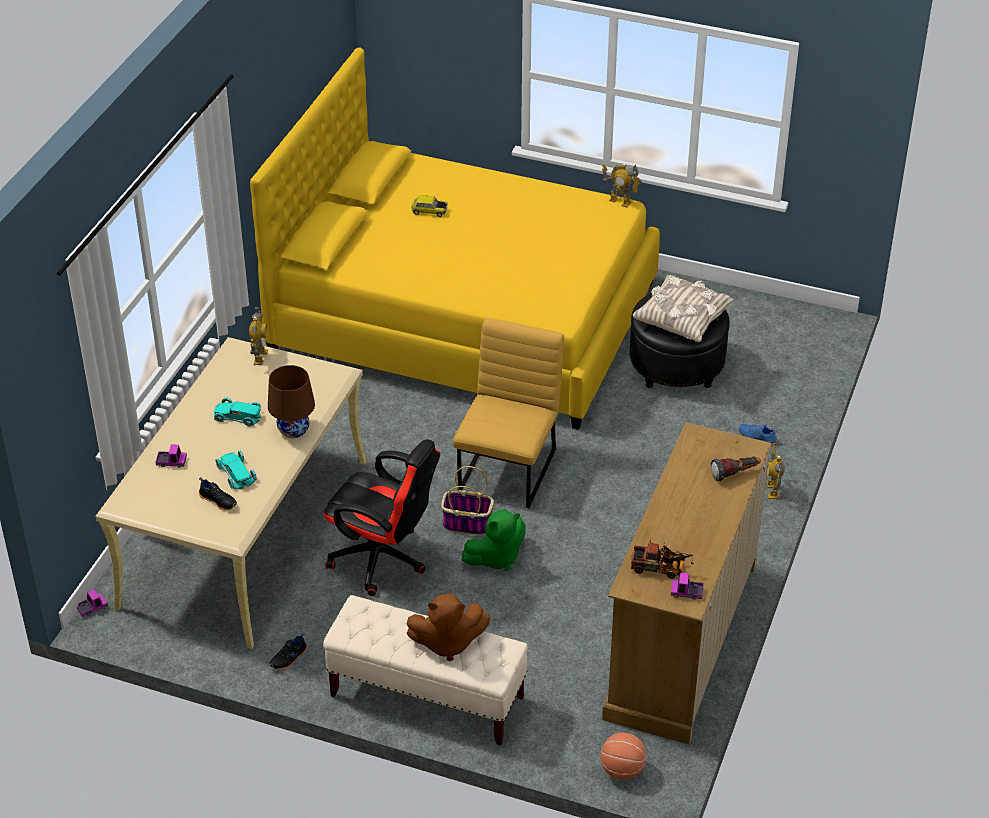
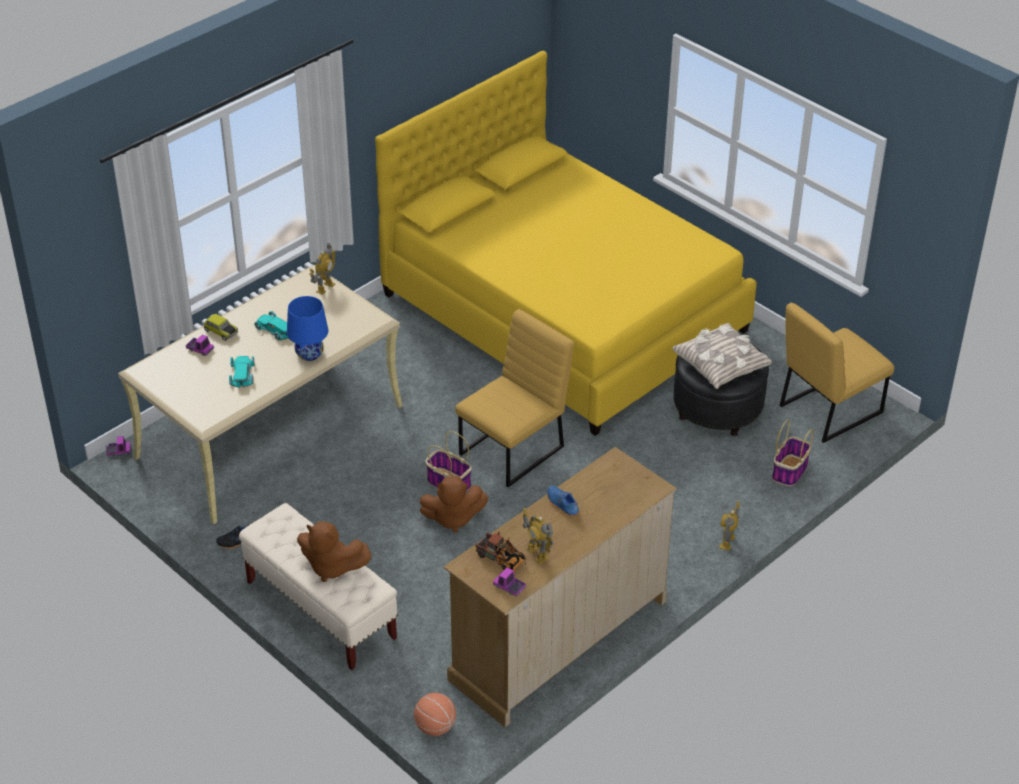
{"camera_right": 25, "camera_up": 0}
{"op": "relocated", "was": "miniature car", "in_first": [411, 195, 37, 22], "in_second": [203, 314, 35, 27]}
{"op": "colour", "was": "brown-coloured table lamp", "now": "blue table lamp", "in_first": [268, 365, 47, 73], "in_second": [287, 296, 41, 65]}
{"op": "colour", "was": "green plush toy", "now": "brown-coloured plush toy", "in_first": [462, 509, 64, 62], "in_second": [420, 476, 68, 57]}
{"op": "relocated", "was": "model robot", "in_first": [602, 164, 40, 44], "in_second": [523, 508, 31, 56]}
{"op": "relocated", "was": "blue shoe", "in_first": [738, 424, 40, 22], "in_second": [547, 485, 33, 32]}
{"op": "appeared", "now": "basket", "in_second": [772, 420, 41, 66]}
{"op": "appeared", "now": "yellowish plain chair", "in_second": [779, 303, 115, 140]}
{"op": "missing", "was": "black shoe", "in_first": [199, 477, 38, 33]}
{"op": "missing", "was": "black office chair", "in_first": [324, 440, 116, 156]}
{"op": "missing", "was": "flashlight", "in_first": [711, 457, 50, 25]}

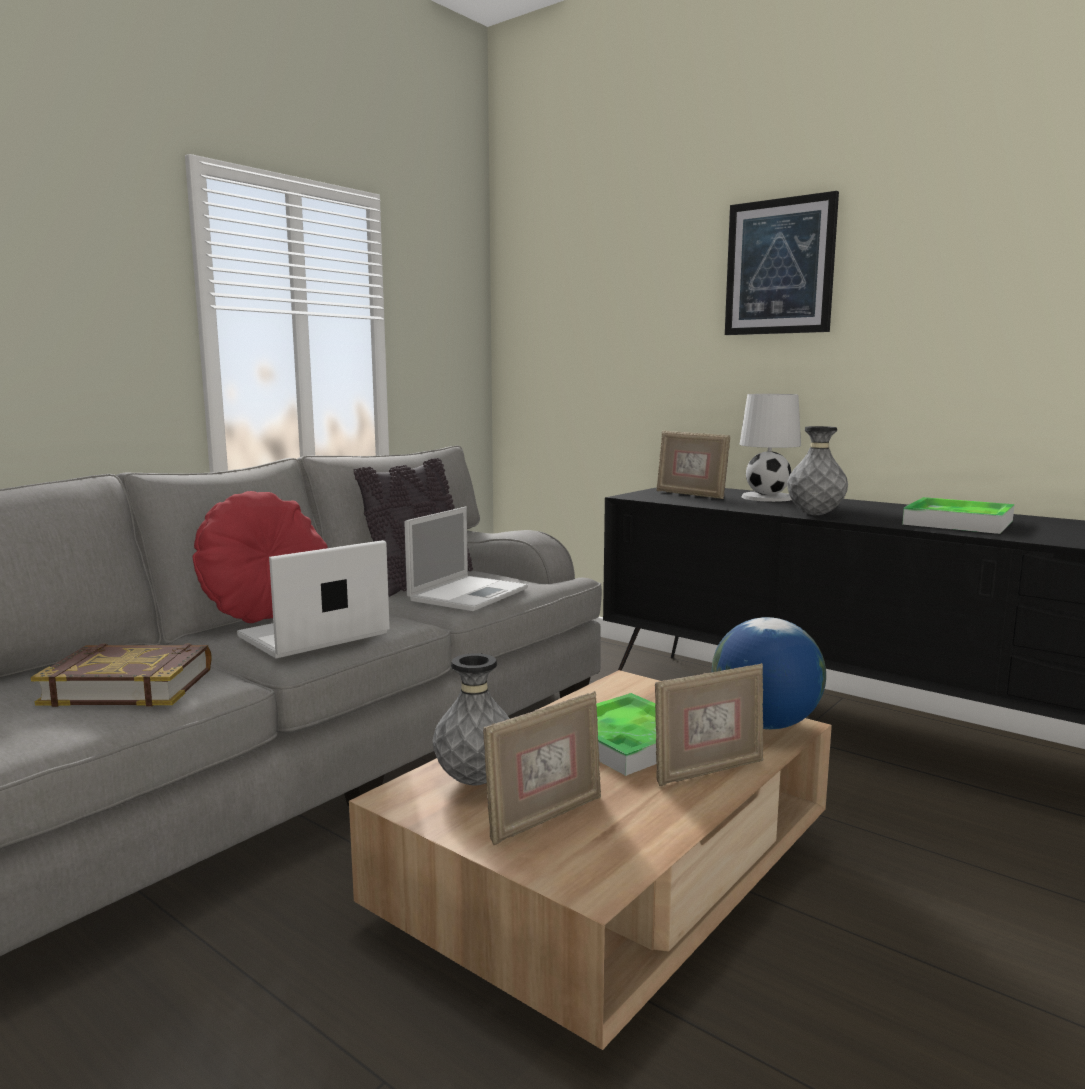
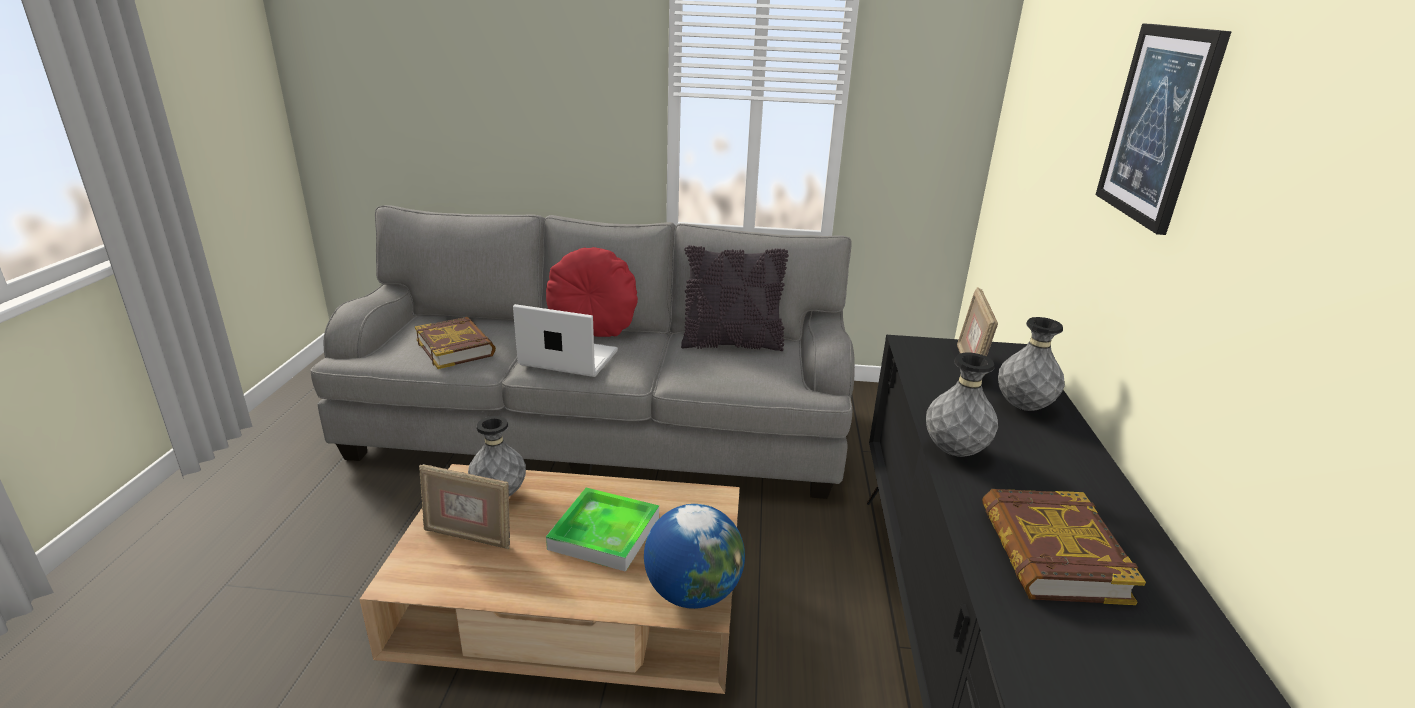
{"camera_right": 55, "camera_up": 15}
{"op": "exchanged", "was": "serving tray", "now": "book", "in_first": [902, 497, 113, 37], "in_second": [982, 489, 164, 116]}
{"op": "exchanged", "was": "whitish table lamp", "now": "greyish decorative vase", "in_first": [739, 394, 62, 108], "in_second": [998, 317, 66, 94]}
{"op": "missing", "was": "laptop", "in_first": [404, 507, 124, 104]}
{"op": "missing", "was": "photo frame", "in_first": [655, 663, 108, 123]}

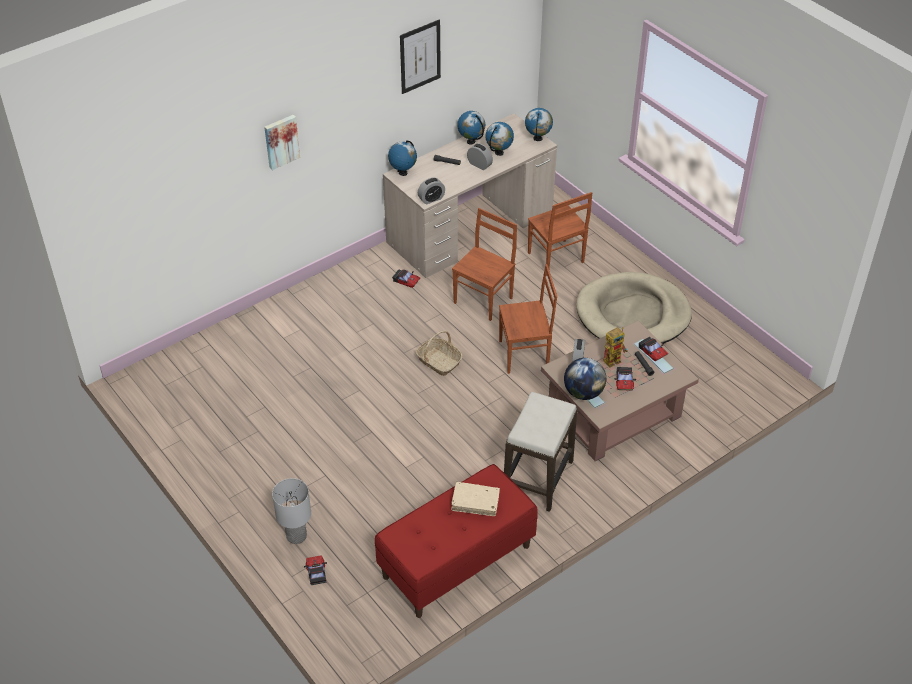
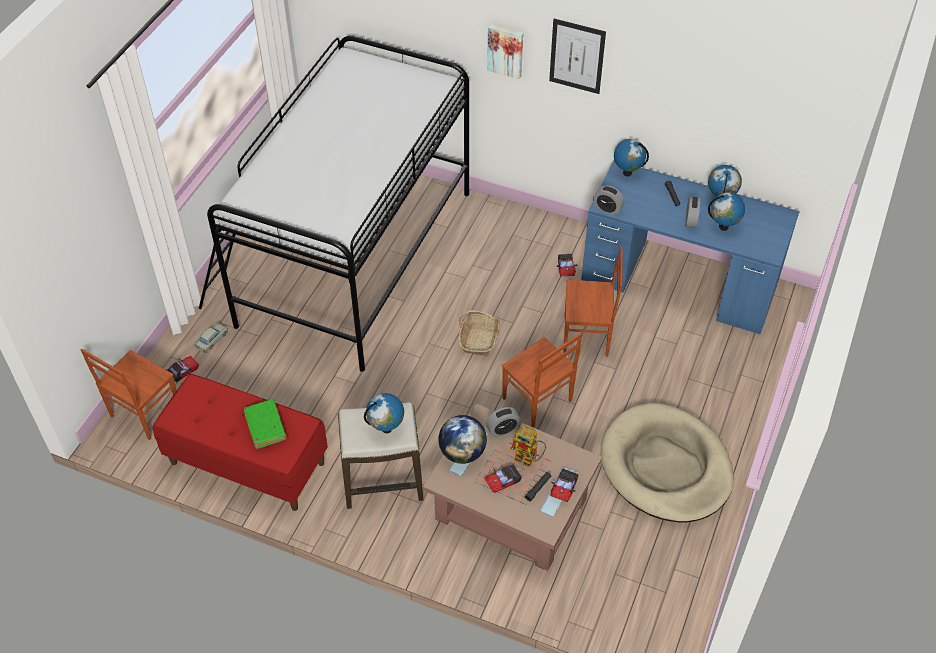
{"camera_right": 60, "camera_up": 5}
{"op": "relocated", "was": "brown-coloured plain chair", "in_first": [528, 192, 64, 84], "in_second": [81, 349, 96, 91]}
{"op": "exchanged", "was": "greyish table lamp", "now": "sand-coloured miniature car", "in_first": [272, 478, 39, 66], "in_second": [194, 322, 34, 31]}
{"op": "appeared", "now": "black sleeping bed", "in_second": [199, 36, 270, 336]}
{"op": "colour", "was": "sand-coloured book", "now": "green book", "in_first": [451, 482, 49, 34], "in_second": [244, 399, 42, 50]}
{"op": "relocated", "was": "globe", "in_first": [525, 108, 28, 33], "in_second": [364, 393, 40, 40]}
{"op": "relocated", "was": "wall art", "in_first": [400, 20, 41, 74], "in_second": [549, 19, 57, 75]}
{"op": "colour", "was": "sand-coloured desk table", "now": "blue desk table", "in_first": [383, 113, 174, 165], "in_second": [581, 160, 219, 174]}

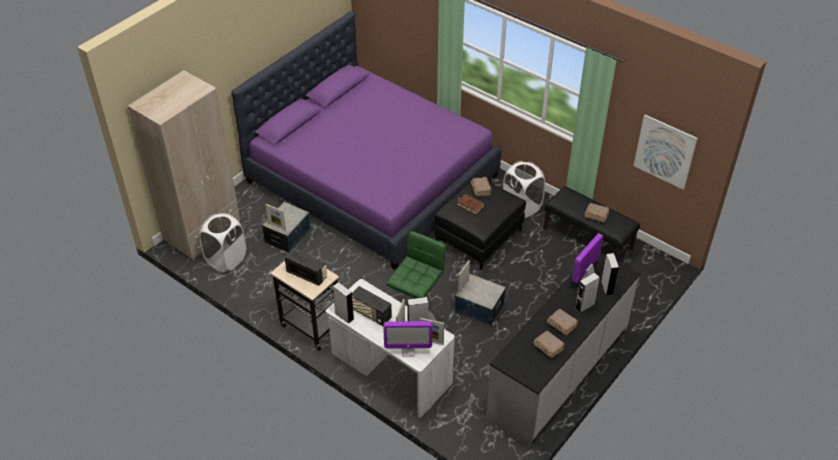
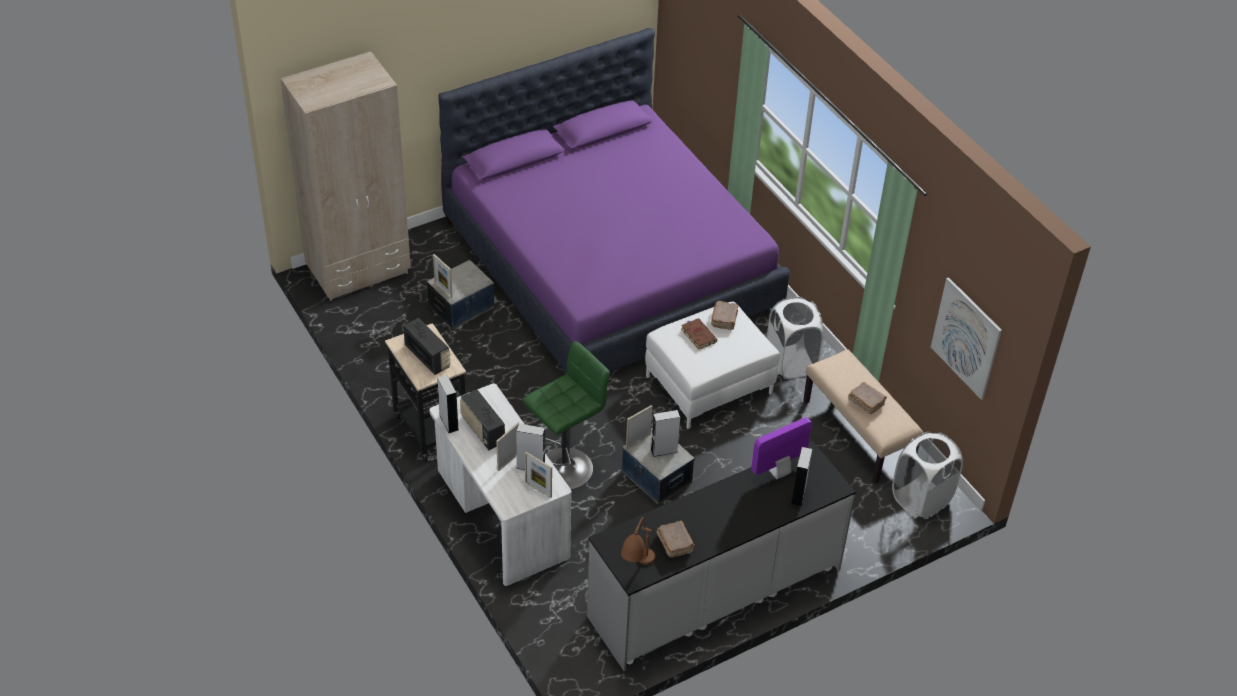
{"camera_right": 20, "camera_up": 0}
{"op": "appeared", "now": "brown-coloured table lamp", "in_second": [621, 517, 34, 48]}
{"op": "colour", "was": "black footrest", "now": "whitish footrest", "in_first": [434, 177, 92, 93], "in_second": [645, 302, 135, 127]}
{"op": "relocated", "was": "greyish audio speaker", "in_first": [575, 272, 25, 41], "in_second": [651, 410, 29, 47]}
{"op": "colour", "was": "black long seat", "now": "sand-coloured long seat", "in_first": [543, 186, 97, 76], "in_second": [803, 349, 121, 135]}
{"op": "relocated", "was": "whitish washing basket", "in_first": [199, 212, 47, 60], "in_second": [892, 432, 71, 86]}
{"op": "missing", "was": "monitor", "in_first": [383, 321, 49, 36]}
{"op": "missing", "was": "brown-coloured book", "in_first": [547, 309, 32, 26]}

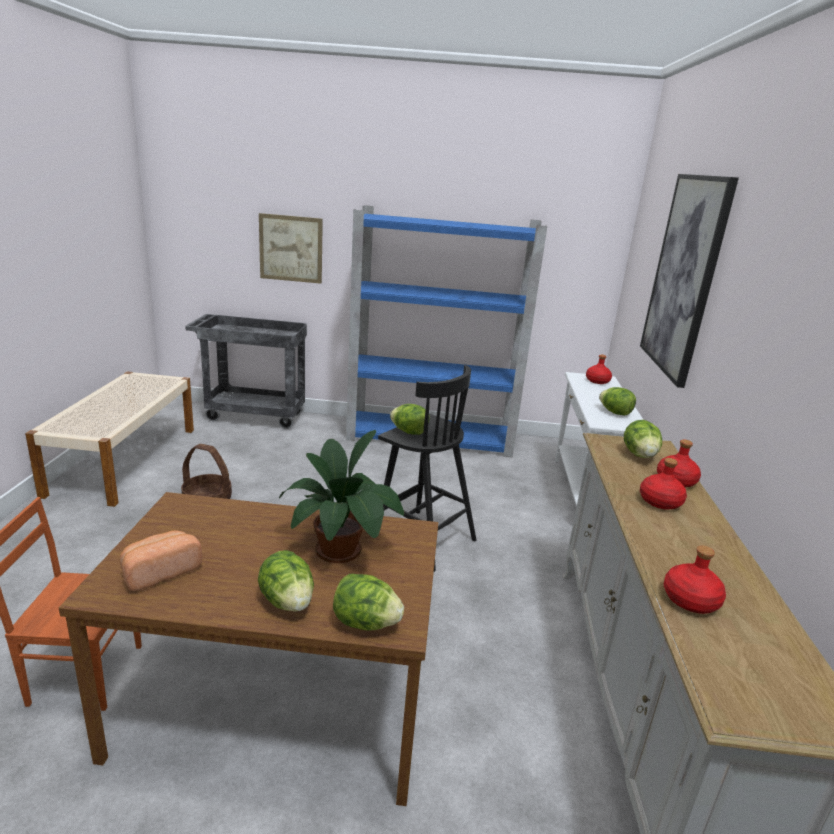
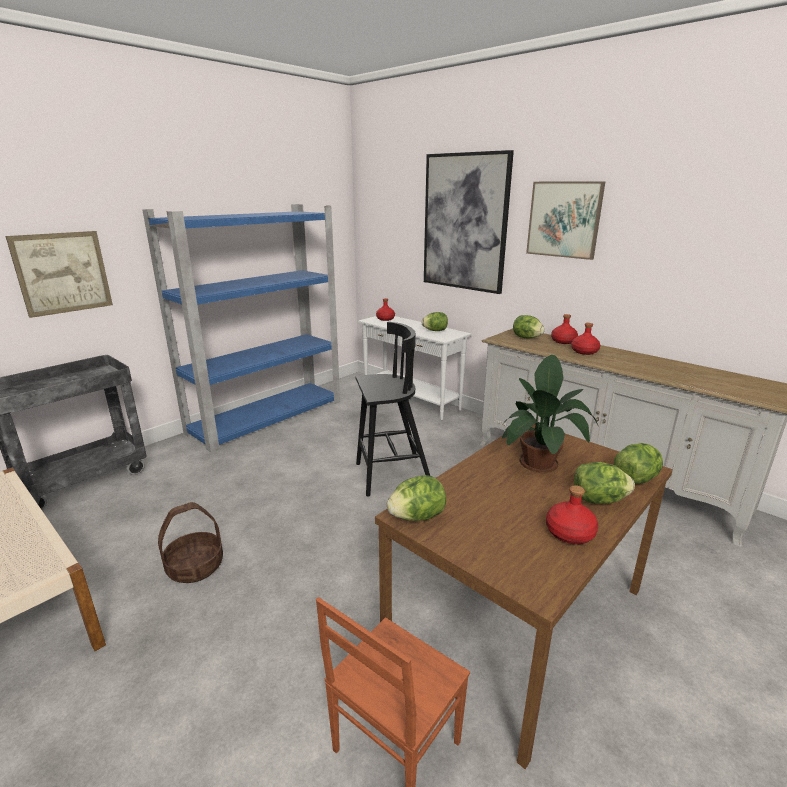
{"camera_right": -50, "camera_up": 0}
{"op": "relocated", "was": "lettuce head", "in_first": [390, 404, 40, 31], "in_second": [387, 475, 59, 46]}
{"op": "appeared", "now": "wall art", "in_second": [526, 181, 80, 79]}
{"op": "relocated", "was": "red bottle", "in_first": [664, 546, 62, 68], "in_second": [546, 485, 52, 59]}
{"op": "missing", "was": "bakery bread", "in_first": [120, 530, 82, 61]}

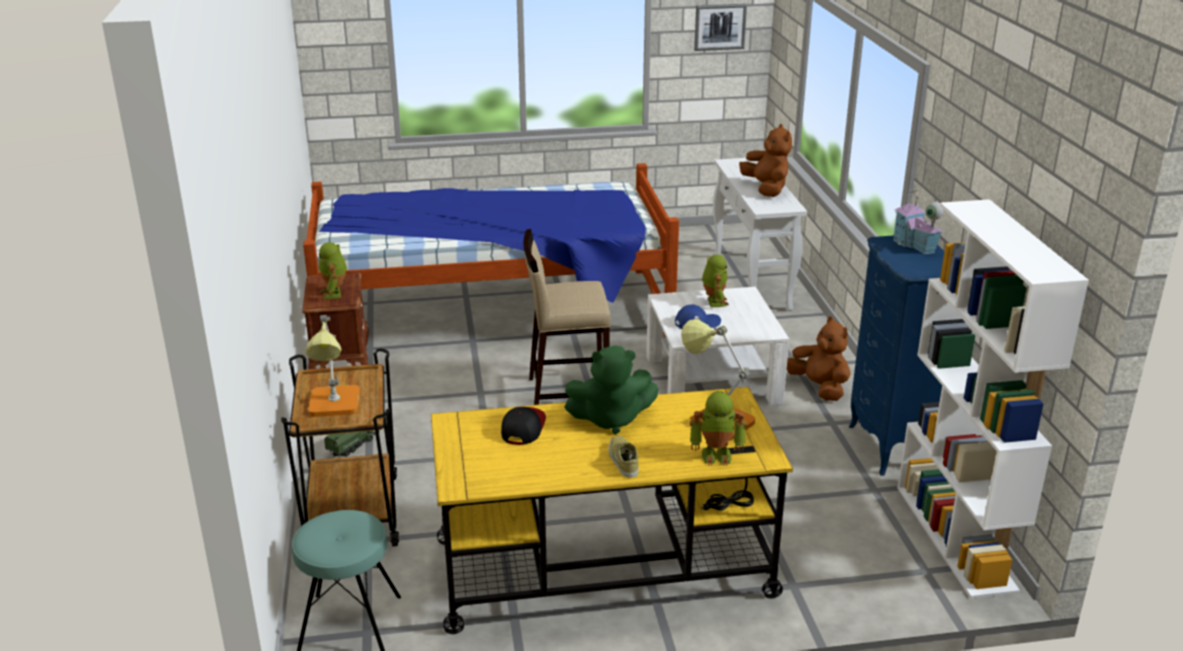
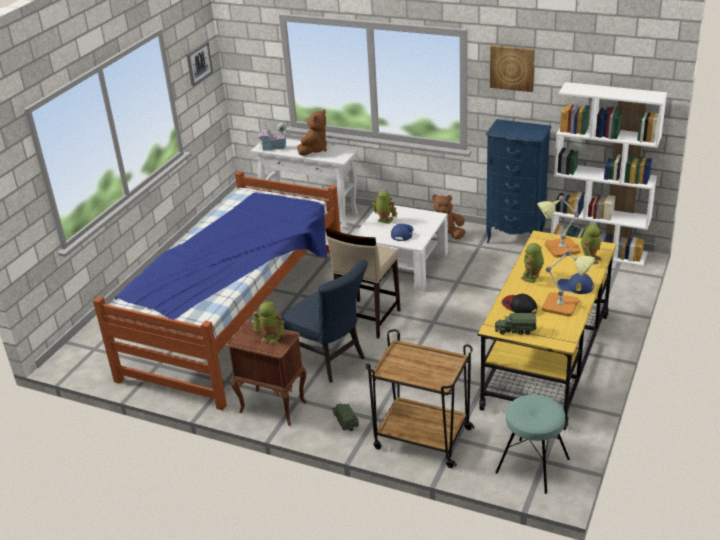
{"camera_right": -55, "camera_up": 5}
{"op": "relocated", "was": "miniature house", "in_first": [893, 190, 51, 64], "in_second": [257, 122, 31, 29]}
{"op": "appeared", "now": "blue plain chair", "in_second": [281, 259, 87, 124]}
{"op": "spun", "was": "brown-coloured plush toy", "in_first": [739, 124, 53, 73], "in_second": [297, 109, 30, 46], "clockwise": 105}
{"op": "appeared", "now": "wall art", "in_second": [490, 45, 45, 47]}
{"op": "appeared", "now": "toy truck", "in_second": [495, 312, 41, 23]}
{"op": "exchanged", "was": "green plush toy", "now": "model robot", "in_first": [564, 345, 95, 89], "in_second": [521, 243, 23, 40]}
{"op": "relocated", "was": "table lamp", "in_first": [305, 315, 55, 102], "in_second": [542, 250, 53, 66]}
{"op": "exchanged", "was": "sand-coloured shoe", "now": "blue baseball cap", "in_first": [609, 436, 30, 42], "in_second": [557, 273, 37, 21]}

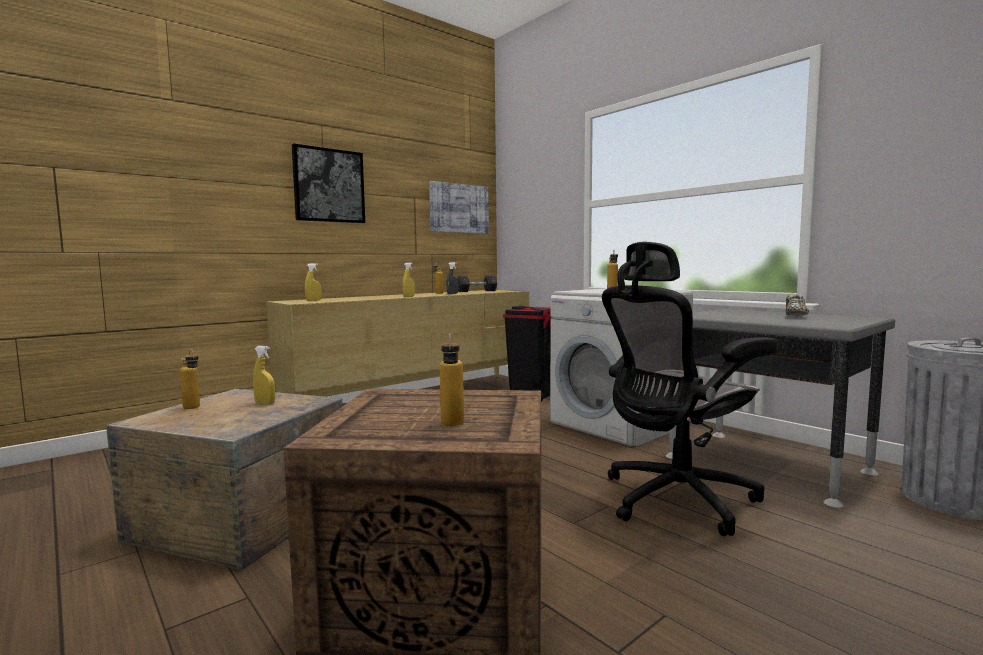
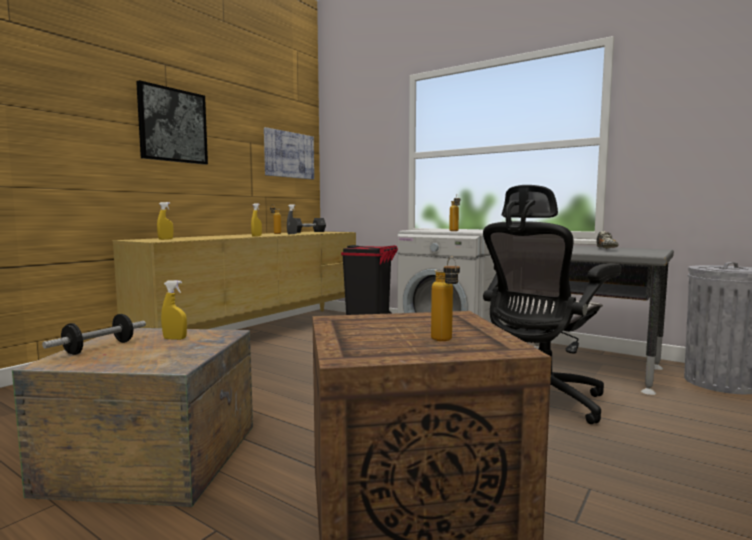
{"camera_right": -15, "camera_up": 0}
{"op": "exchanged", "was": "bottle", "now": "free weight", "in_first": [180, 349, 20, 60], "in_second": [42, 314, 104, 41]}

